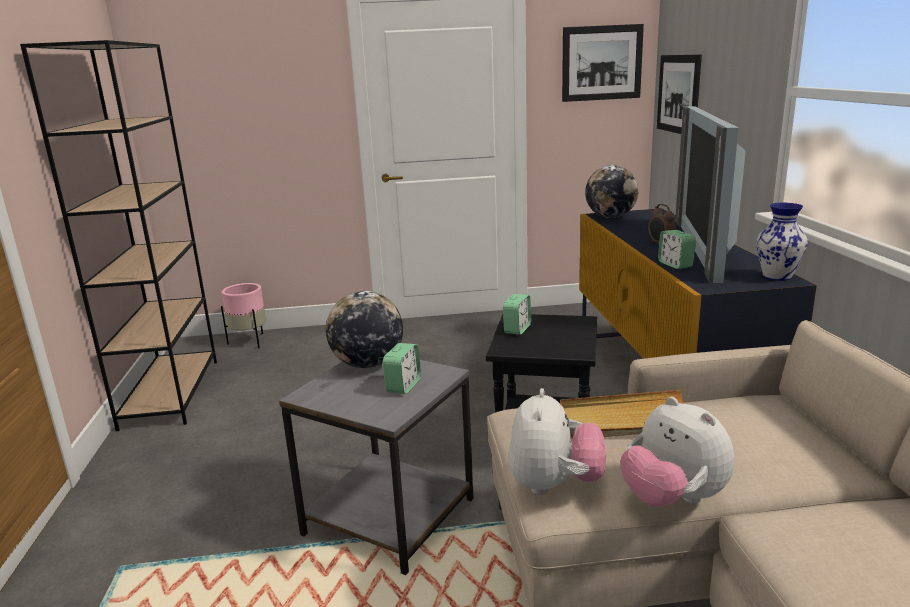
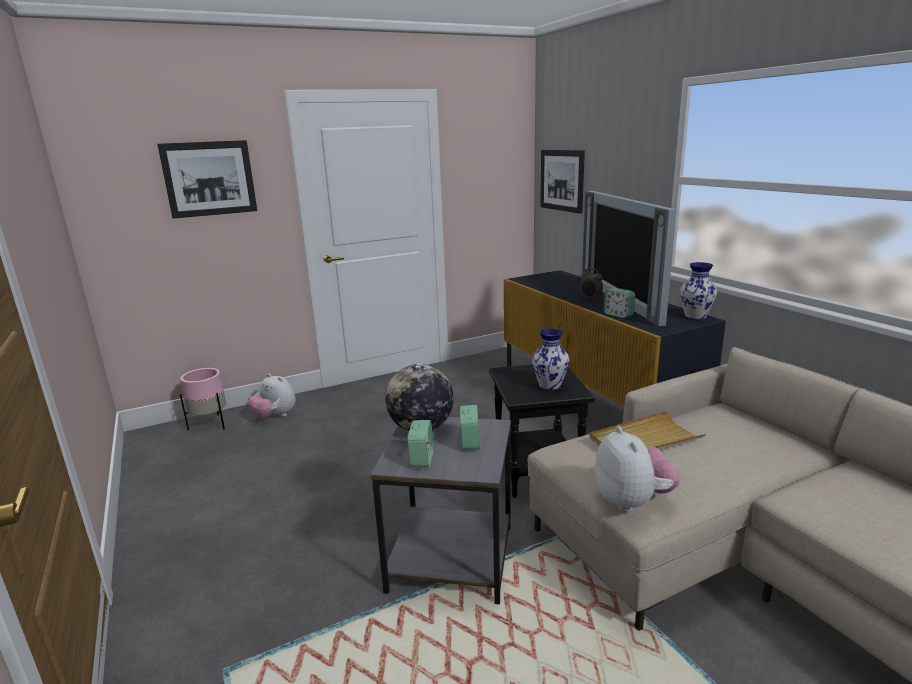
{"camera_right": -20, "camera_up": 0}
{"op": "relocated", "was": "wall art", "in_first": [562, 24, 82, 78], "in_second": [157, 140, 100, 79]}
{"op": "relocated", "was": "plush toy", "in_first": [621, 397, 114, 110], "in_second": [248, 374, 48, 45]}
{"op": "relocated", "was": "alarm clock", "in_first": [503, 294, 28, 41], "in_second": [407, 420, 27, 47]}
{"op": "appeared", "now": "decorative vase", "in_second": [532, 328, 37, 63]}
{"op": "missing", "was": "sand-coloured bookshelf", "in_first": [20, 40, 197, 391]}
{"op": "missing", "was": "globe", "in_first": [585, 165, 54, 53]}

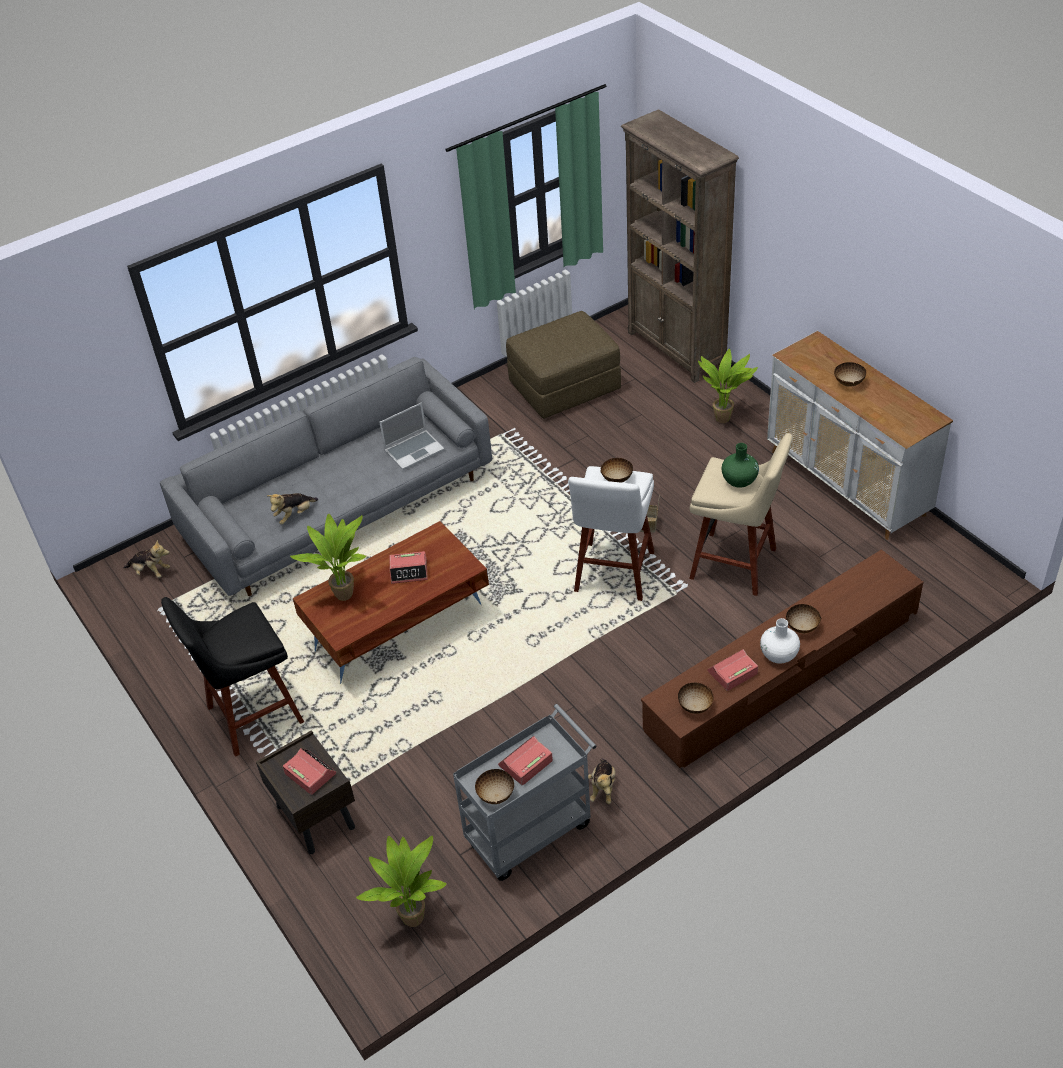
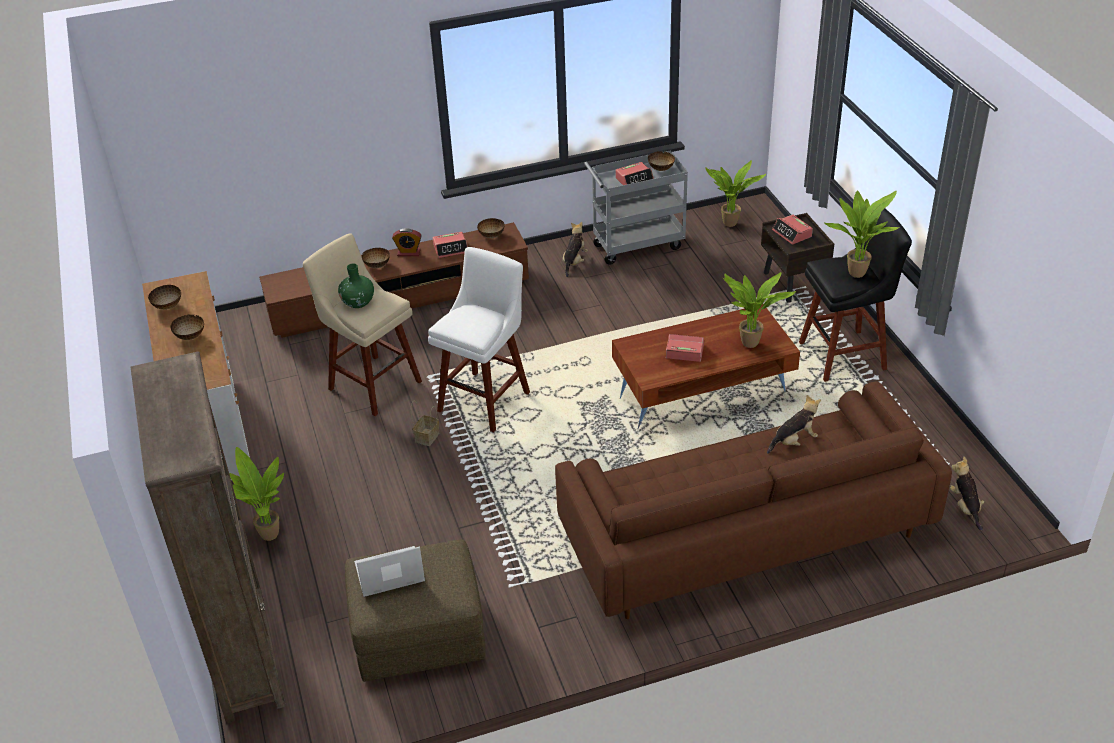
{"camera_right": -165, "camera_up": -5}
{"op": "relocated", "was": "serving bowl", "in_first": [600, 458, 33, 25], "in_second": [148, 285, 33, 25]}
{"op": "relocated", "was": "laptop", "in_first": [380, 402, 64, 68], "in_second": [354, 546, 71, 51]}
{"op": "exchanged", "was": "whitish decorative vase", "now": "alarm clock", "in_first": [760, 618, 40, 46], "in_second": [392, 228, 30, 28]}
{"op": "colour", "was": "greyish sofa", "now": "brown-coloured sofa", "in_first": [160, 357, 332, 239], "in_second": [555, 381, 397, 238]}
{"op": "appeared", "now": "potted plant", "in_second": [824, 190, 76, 88]}
{"op": "spun", "was": "plush toy", "in_first": [123, 540, 47, 38], "in_second": [950, 457, 34, 74], "clockwise": 45}

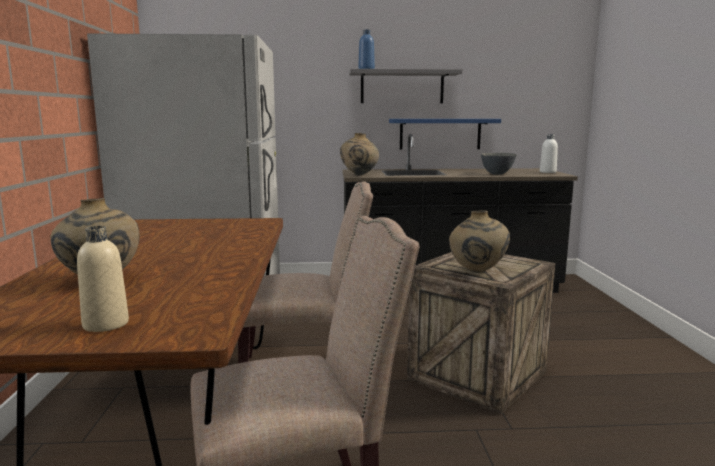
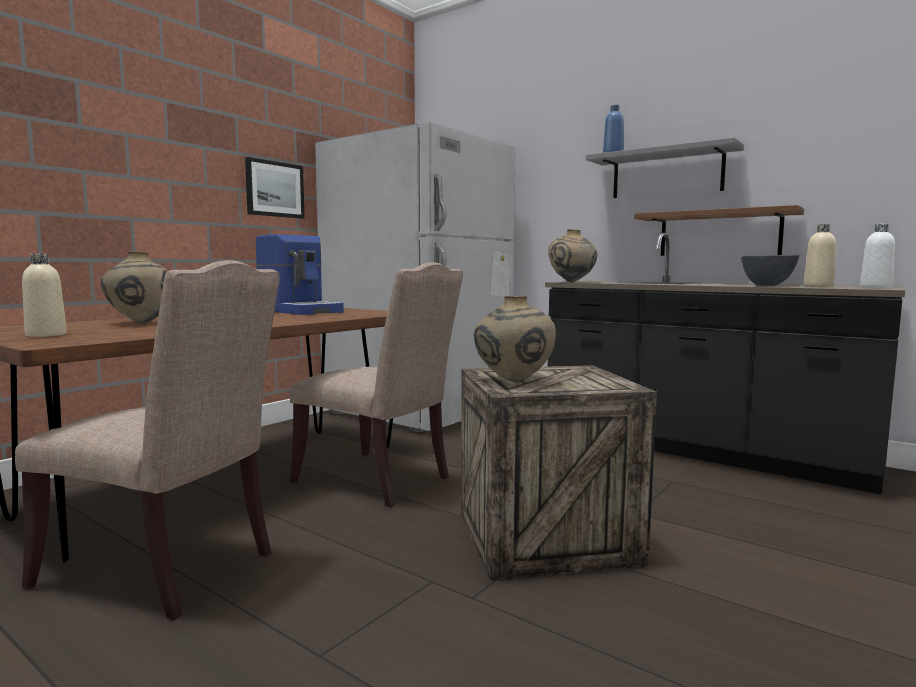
{"camera_right": 40, "camera_up": -5}
{"op": "appeared", "now": "wall art", "in_second": [245, 157, 60, 61]}
{"op": "appeared", "now": "coffee brewer", "in_second": [256, 234, 88, 81]}
{"op": "colour", "was": "blue wall shelf", "now": "brown-coloured wall shelf", "in_first": [389, 119, 112, 30], "in_second": [634, 205, 170, 51]}
{"op": "appeared", "now": "sand-coloured bottle", "in_second": [804, 224, 32, 63]}

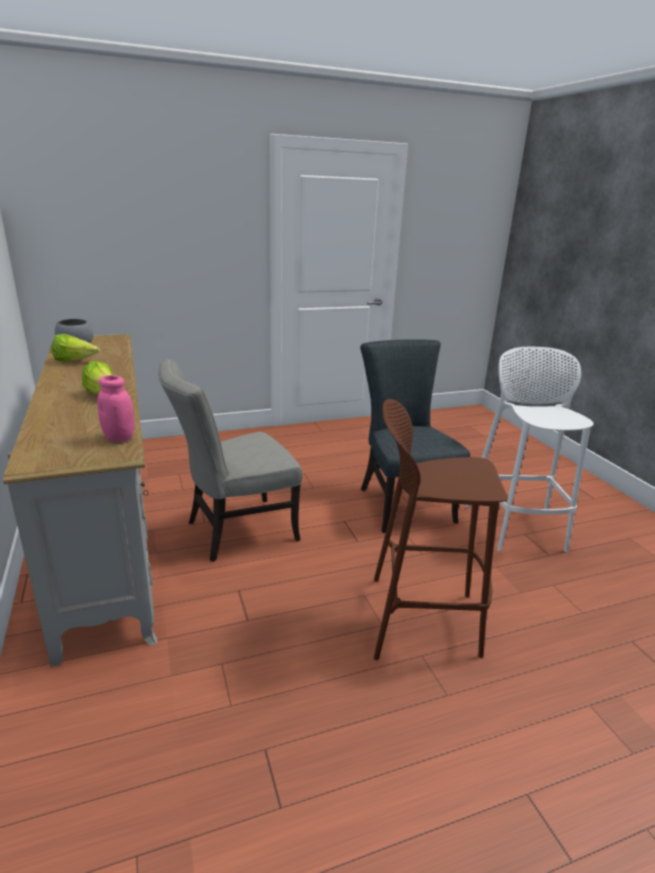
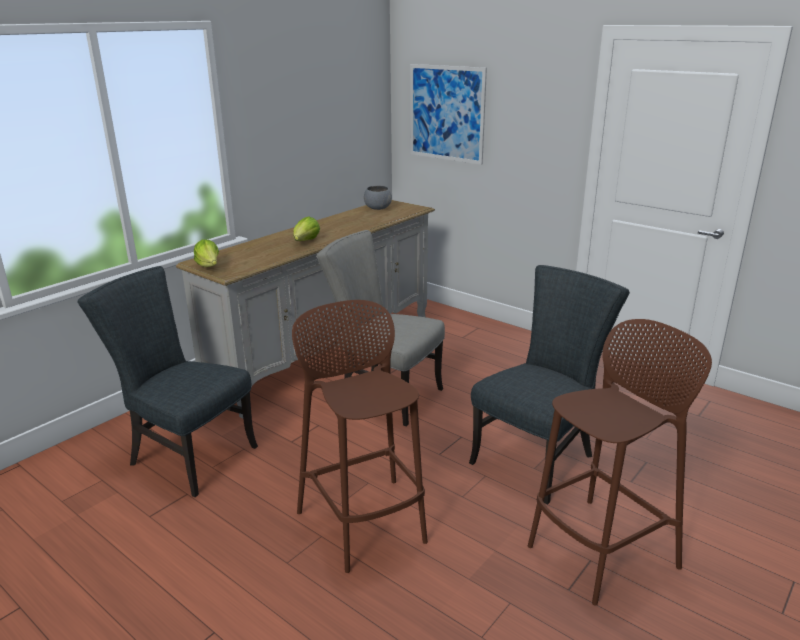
{"camera_right": 60, "camera_up": 0}
{"op": "appeared", "now": "greyish plain chair", "in_second": [77, 266, 181, 231]}
{"op": "relocated", "was": "lettuce head", "in_first": [52, 334, 48, 28], "in_second": [194, 239, 25, 28]}
{"op": "appeared", "now": "wall art", "in_second": [410, 64, 77, 101]}
{"op": "colour", "was": "whitish sitting stool", "now": "brown-coloured sitting stool", "in_first": [465, 347, 129, 205], "in_second": [528, 319, 184, 287]}
{"op": "missing", "was": "pink-coloured preserve jar", "in_first": [97, 375, 37, 67]}

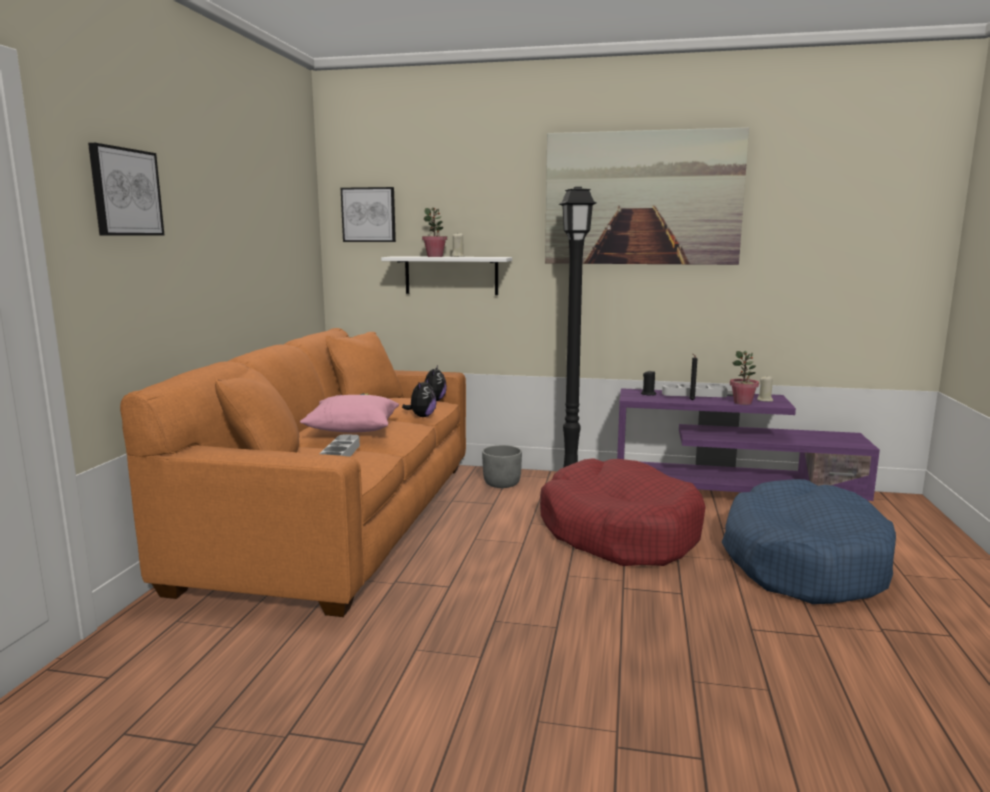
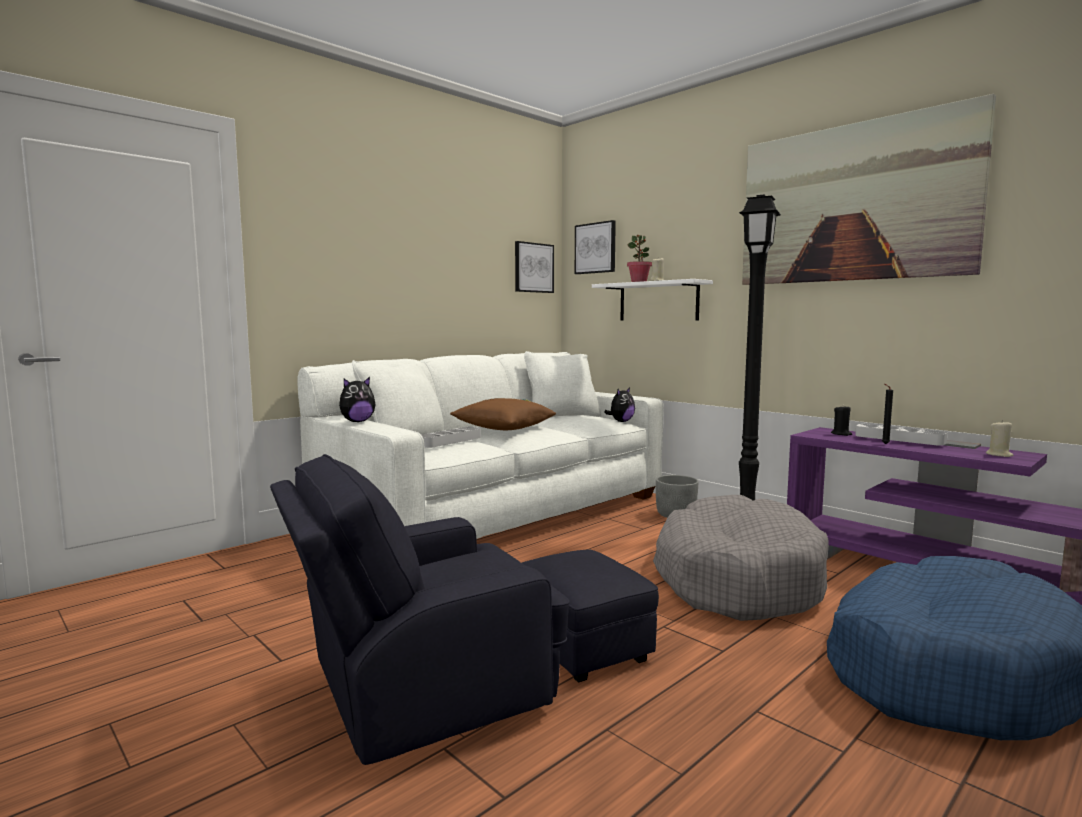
{"camera_right": 35, "camera_up": -5}
{"op": "appeared", "now": "black armchair", "in_second": [270, 454, 389, 311]}
{"op": "colour", "was": "orange-coloured sofa", "now": "whitish sofa", "in_first": [120, 328, 346, 289], "in_second": [297, 351, 367, 188]}
{"op": "relocated", "was": "plush toy", "in_first": [402, 378, 35, 39], "in_second": [339, 377, 36, 45]}
{"op": "colour", "was": "pink-coloured pillow", "now": "brown-coloured pillow", "in_first": [300, 394, 99, 38], "in_second": [450, 398, 106, 32]}
{"op": "relocated", "was": "wall art", "in_first": [88, 143, 77, 93], "in_second": [515, 241, 39, 52]}
{"op": "colour", "was": "red pet bed", "now": "greyish pet bed", "in_first": [540, 458, 165, 108], "in_second": [653, 495, 176, 126]}
{"op": "missing", "was": "potted plant", "in_first": [730, 351, 29, 54]}

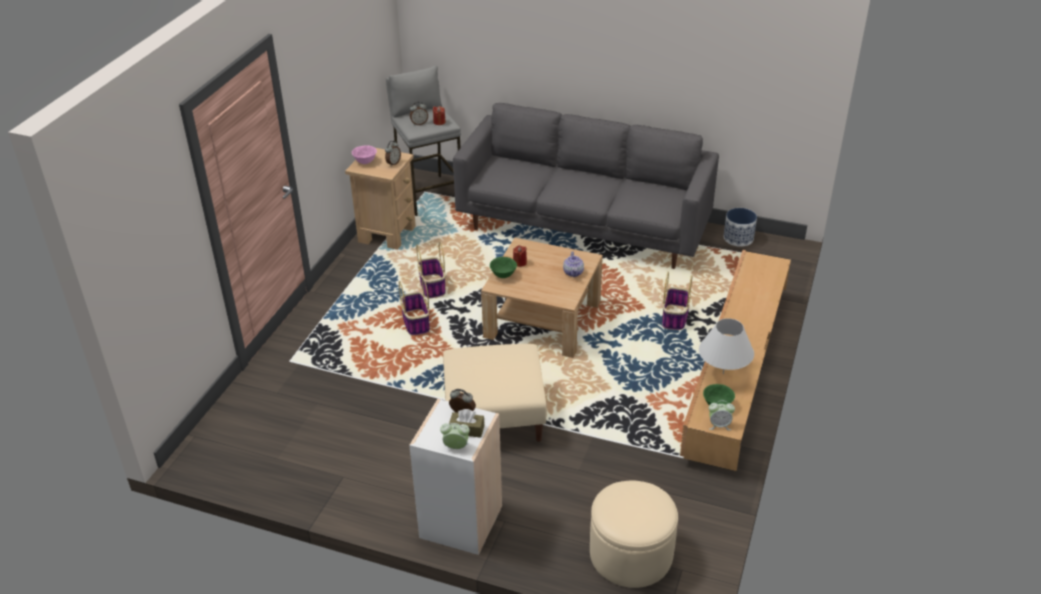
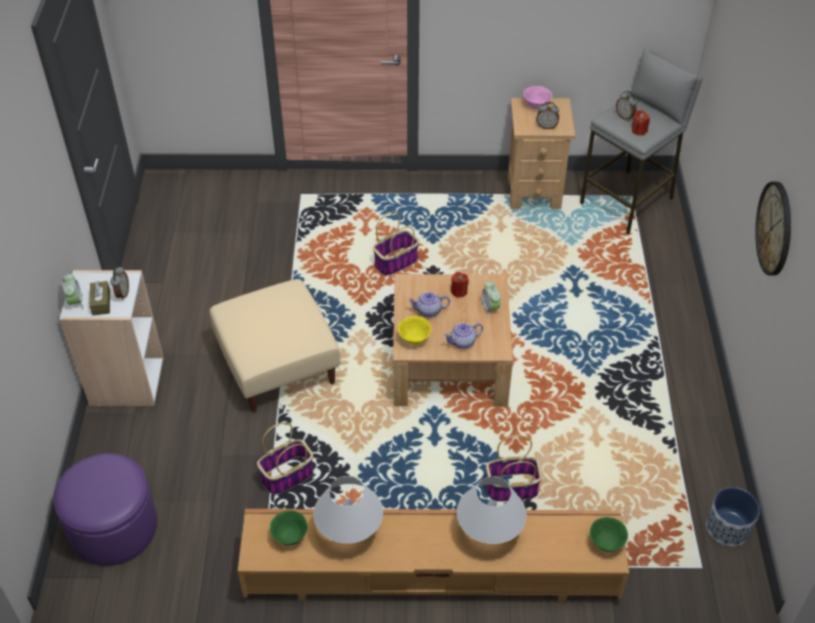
{"camera_right": 70, "camera_up": 10}
{"op": "colour", "was": "sand-coloured footrest", "now": "purplish footrest", "in_first": [590, 481, 88, 107], "in_second": [54, 453, 104, 113]}
{"op": "relocated", "was": "basket", "in_first": [416, 242, 30, 57], "in_second": [257, 422, 56, 73]}
{"op": "appeared", "now": "yellowish serving bowl", "in_second": [398, 316, 33, 29]}
{"op": "appeared", "now": "tea pot", "in_second": [408, 292, 42, 25]}
{"op": "appeared", "now": "whitish table lamp", "in_second": [457, 476, 69, 68]}
{"op": "relocated", "was": "alarm clock", "in_first": [709, 401, 26, 29], "in_second": [481, 281, 20, 36]}
{"op": "relocated", "was": "green serving bowl", "in_first": [490, 257, 27, 21], "in_second": [590, 517, 38, 35]}
{"op": "appeared", "now": "wall clock", "in_second": [755, 182, 36, 93]}
{"op": "missing", "was": "greyish sofa", "in_first": [453, 103, 266, 166]}

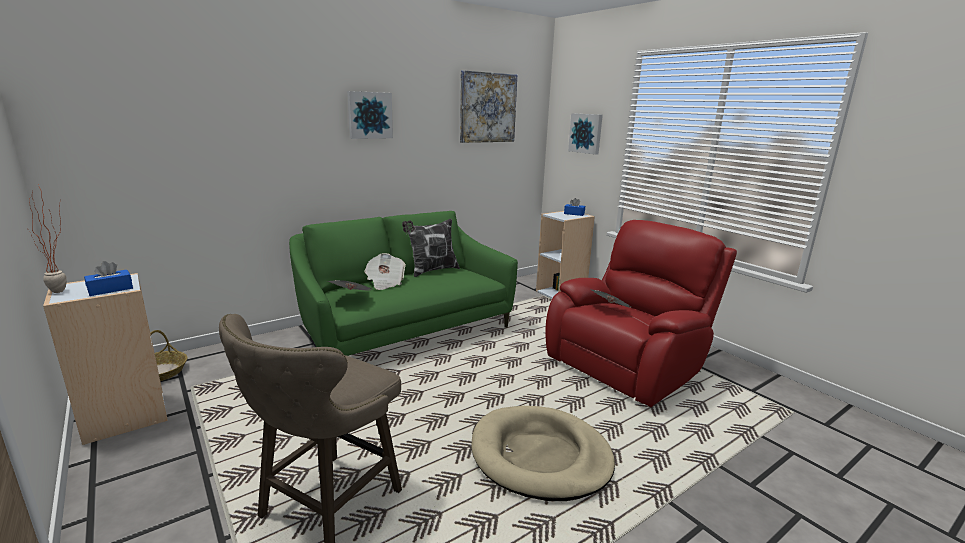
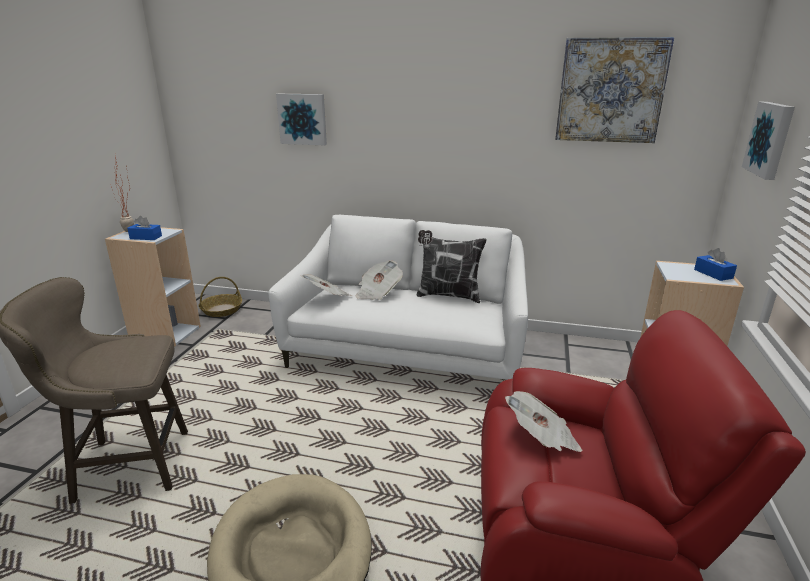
{"camera_right": 50, "camera_up": 5}
{"op": "colour", "was": "green sofa", "now": "whitish sofa", "in_first": [289, 211, 229, 145], "in_second": [269, 215, 259, 166]}
{"op": "relocated", "was": "wall art", "in_first": [347, 91, 46, 48], "in_second": [276, 94, 51, 52]}

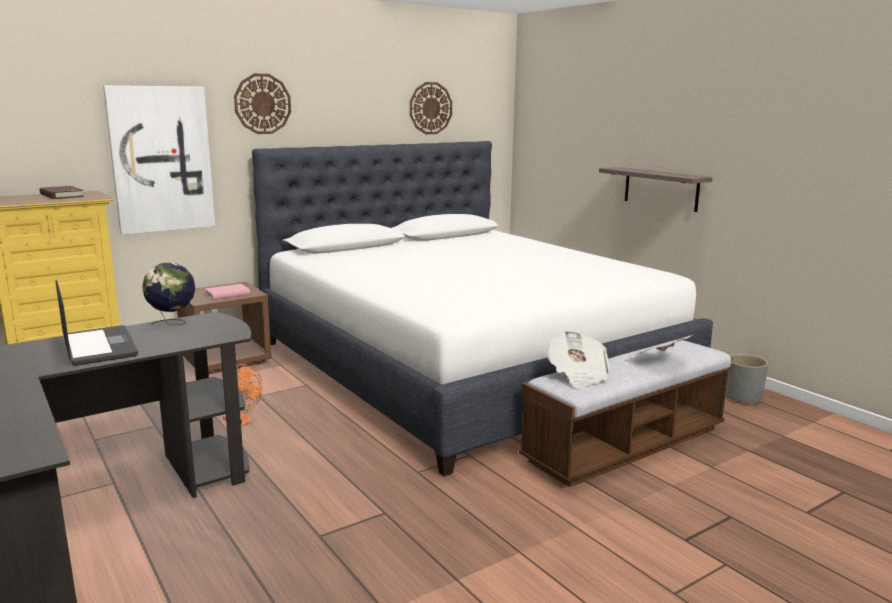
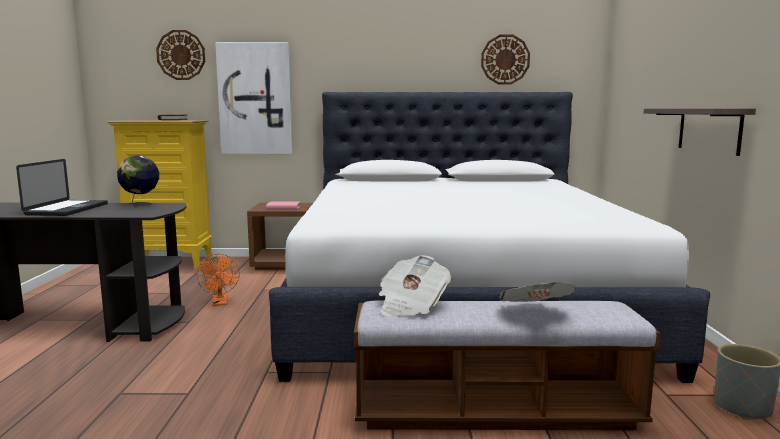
{"camera_right": 35, "camera_up": -5}
{"op": "relocated", "was": "wall clock", "in_first": [234, 74, 57, 60], "in_second": [156, 30, 49, 50]}

